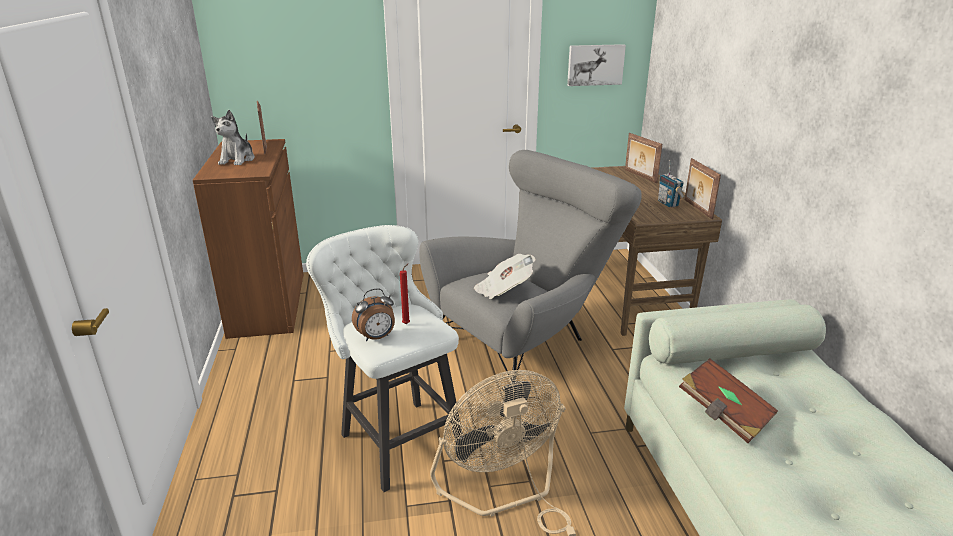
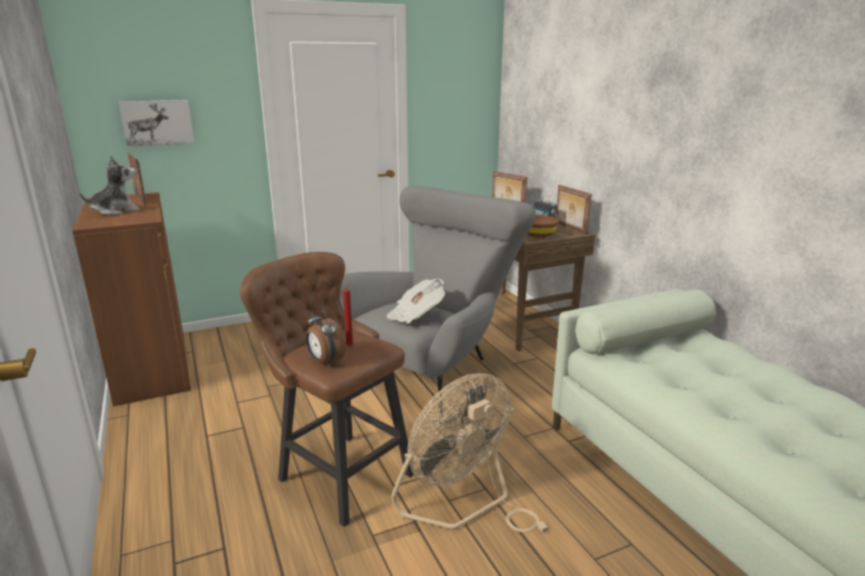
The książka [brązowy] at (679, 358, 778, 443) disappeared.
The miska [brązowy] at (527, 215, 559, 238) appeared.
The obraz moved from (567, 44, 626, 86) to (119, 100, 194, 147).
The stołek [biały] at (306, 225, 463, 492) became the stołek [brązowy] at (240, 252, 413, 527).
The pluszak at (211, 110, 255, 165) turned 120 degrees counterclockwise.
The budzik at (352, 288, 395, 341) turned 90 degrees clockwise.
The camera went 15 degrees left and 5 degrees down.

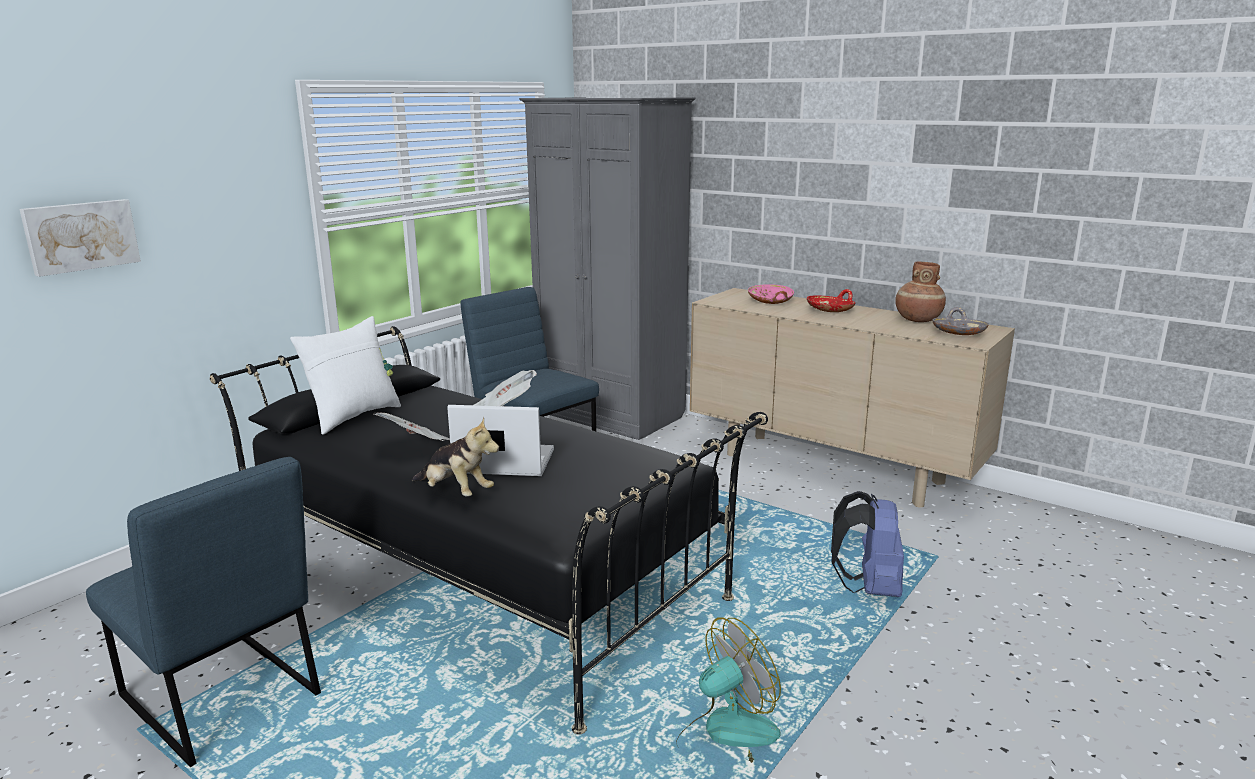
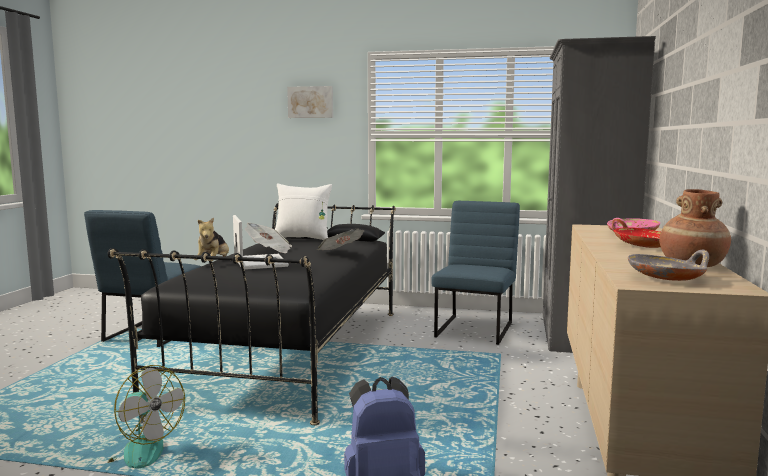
The obraz moved from (19, 199, 141, 277) to (287, 86, 333, 118).
The camera went 65 degrees right and 10 degrees down.

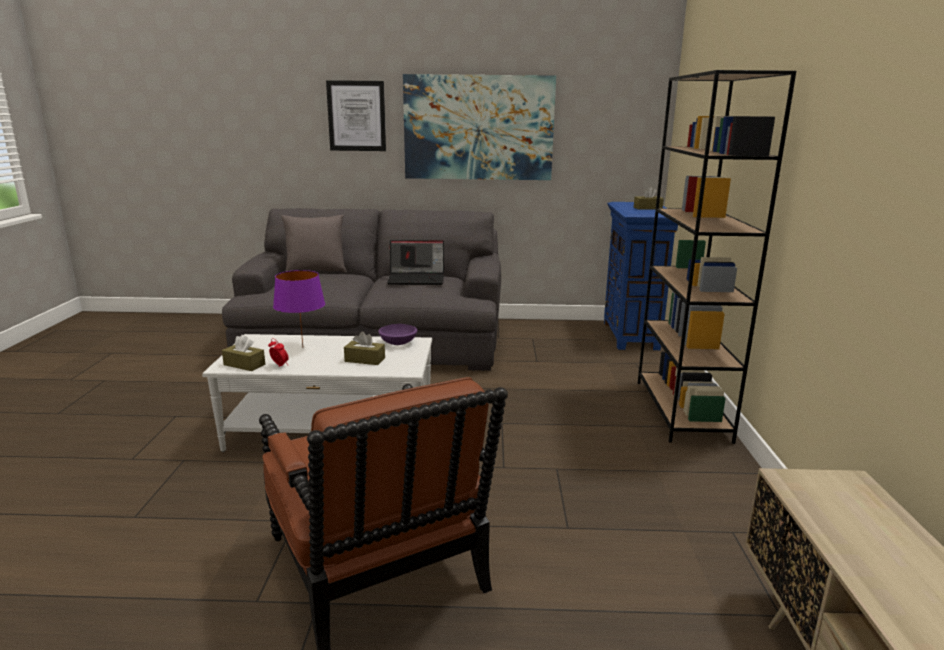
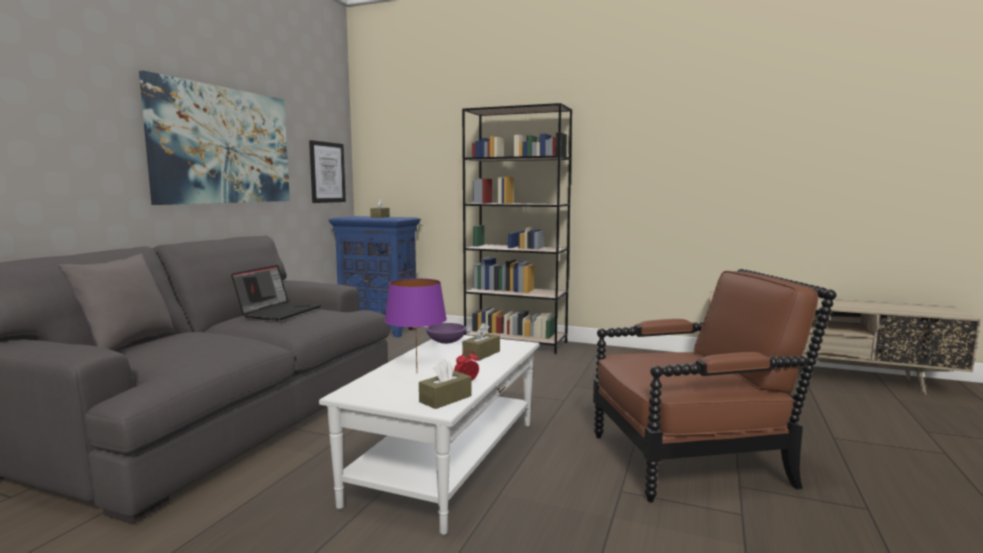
The obraz moved from (326, 80, 386, 151) to (309, 140, 346, 203).
The camera went 70 degrees left and 10 degrees down.

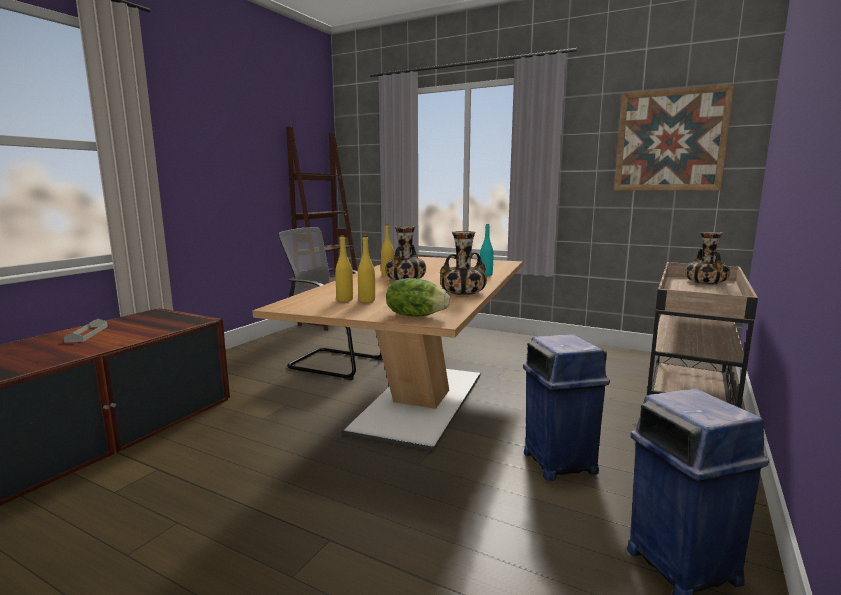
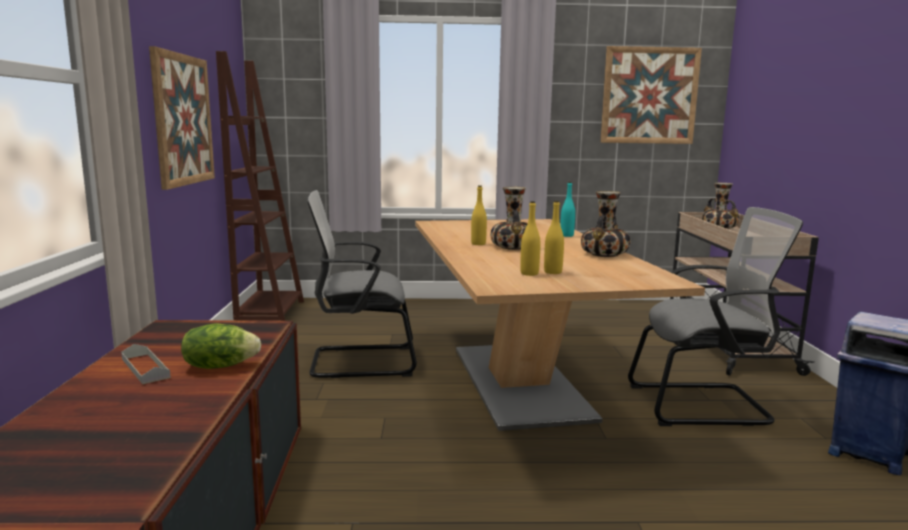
The obraz at (149, 46, 215, 190) appeared.
The sałata moved from (386, 278, 450, 316) to (181, 323, 261, 369).
The kosz na śmieci [niebieski] at (523, 334, 610, 481) was replaced by the krzesło at (628, 207, 803, 426).
The camera went 30 degrees left and 0 degrees up.

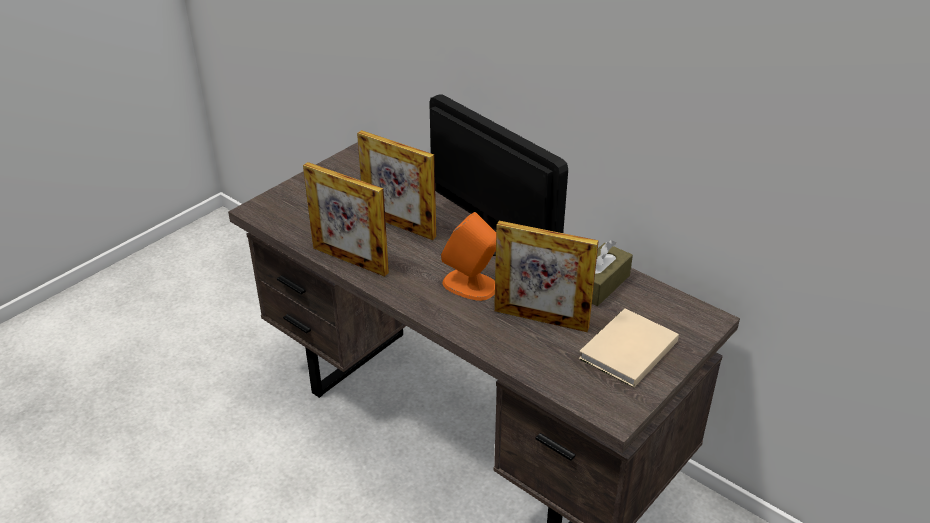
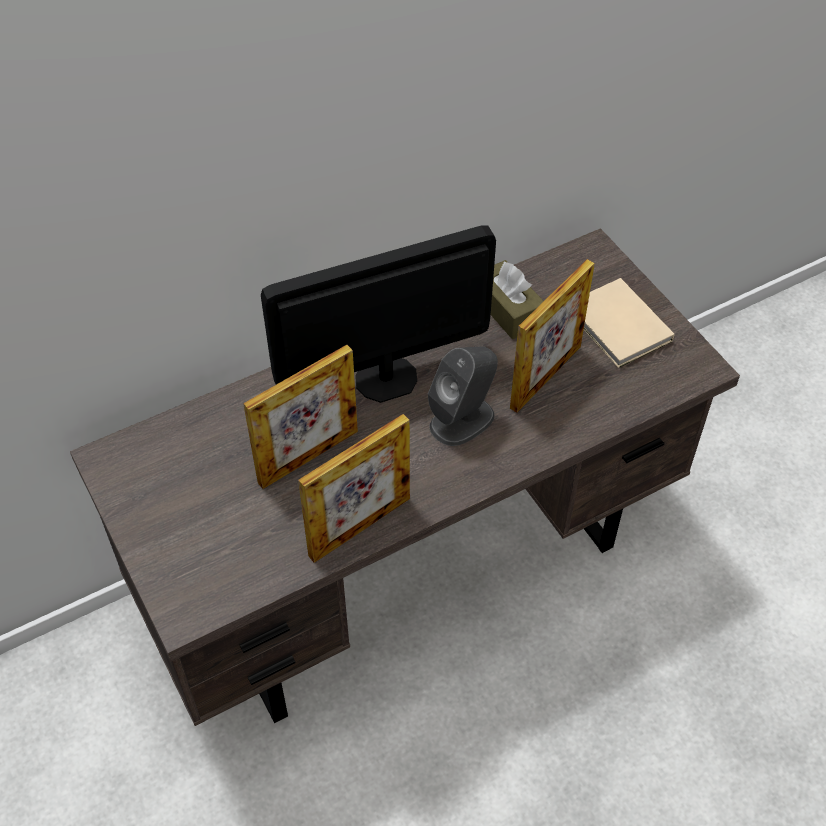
The głośnik [pomarańczowy] at (441, 212, 496, 301) became the głośnik [szary] at (428, 346, 498, 446).
The camera went 70 degrees left and 15 degrees up.

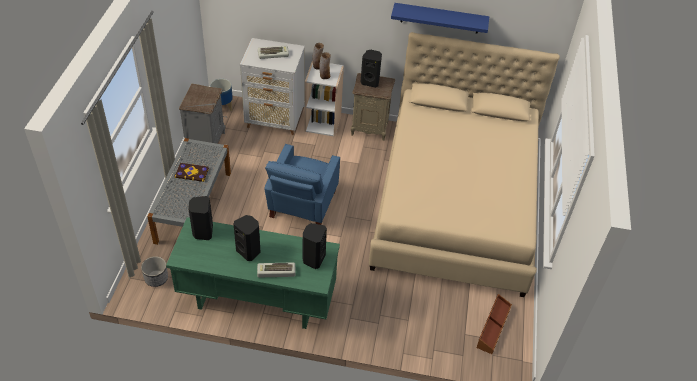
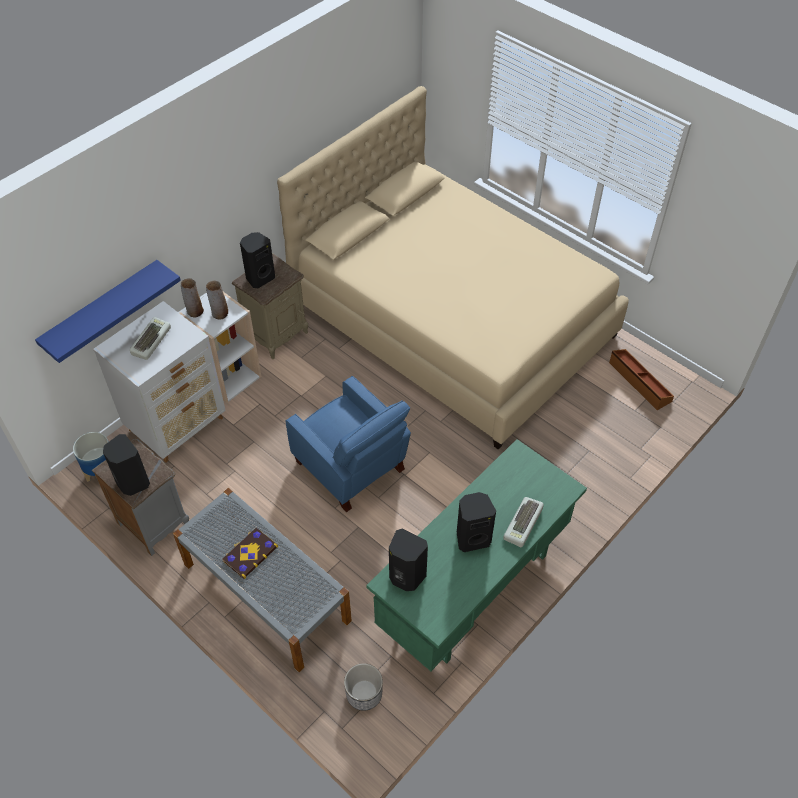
The głośnik [czarny] moved from (303, 223, 327, 269) to (103, 434, 150, 496).
The półka [niebieski] moved from (391, 3, 489, 34) to (35, 260, 181, 363).
The camera went 55 degrees left and 5 degrees up.

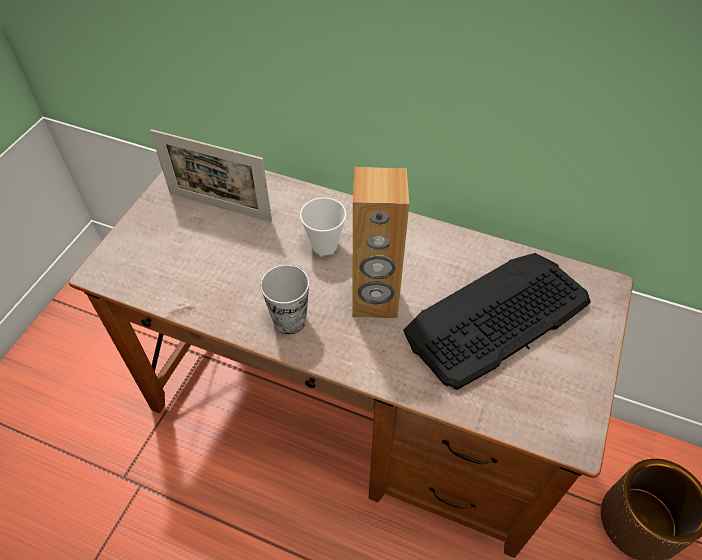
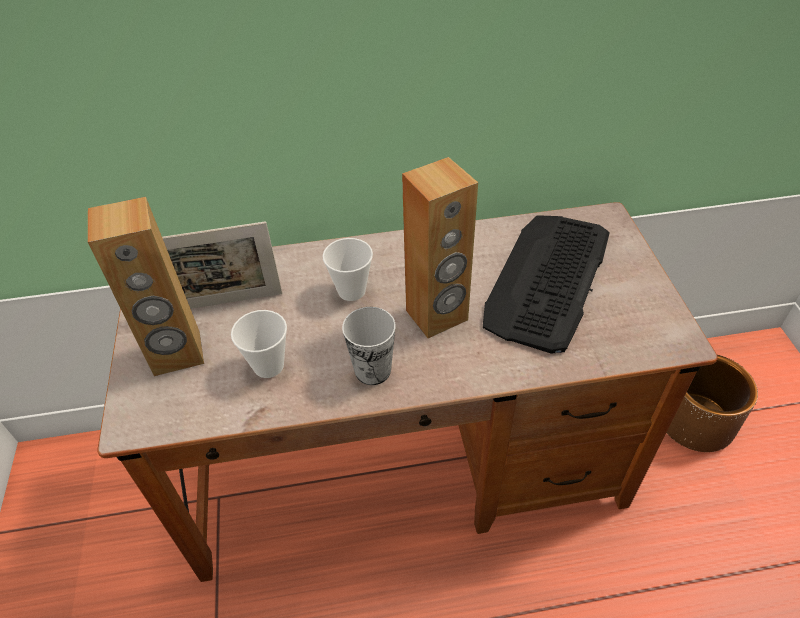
The głośnik [brązowy] at (88, 197, 204, 376) appeared.
The filiżanka at (231, 310, 287, 378) appeared.
The camera went 30 degrees left and 5 degrees down.

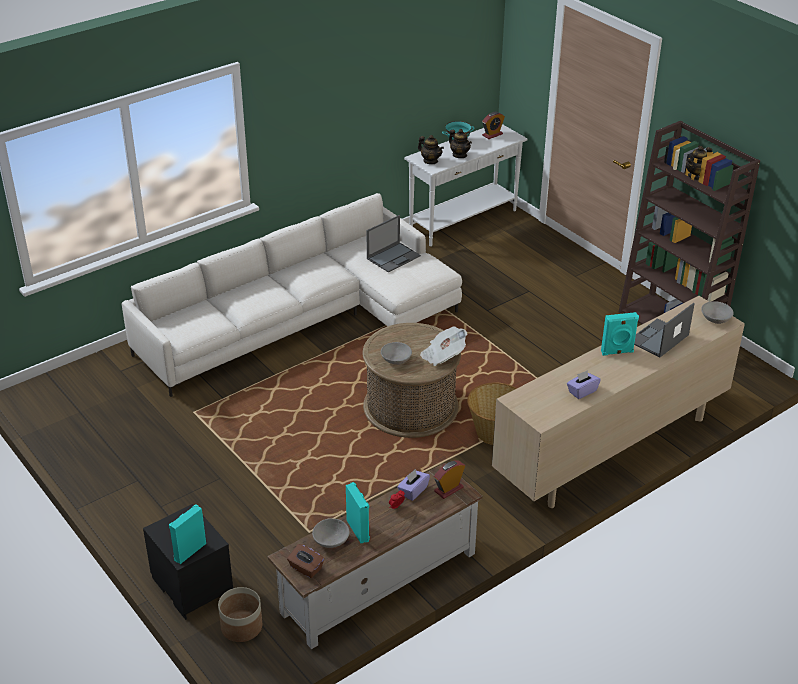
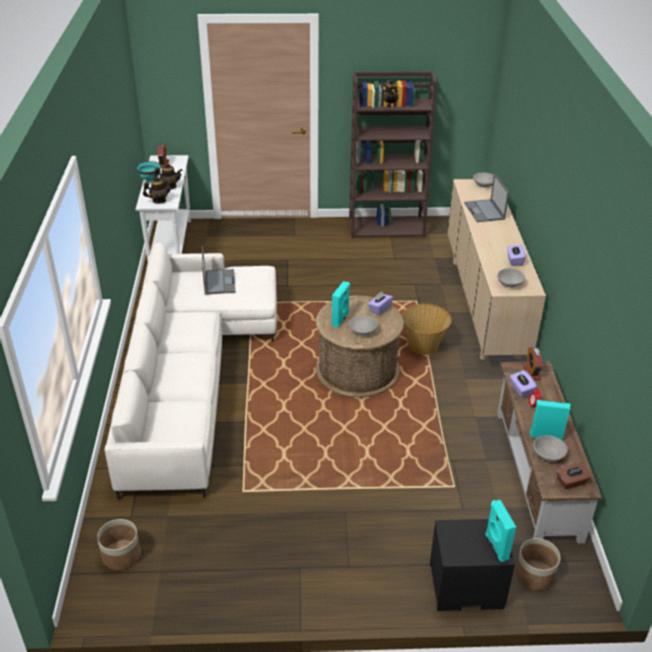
The donica at (97, 519, 141, 570) appeared.
The miska [szary] at (497, 268, 526, 287) appeared.
The głośnik [turkusowy] moved from (601, 312, 639, 356) to (332, 281, 350, 328).
The gazeta at (420, 326, 468, 366) was replaced by the pudełko chusteczek [fioletowy] at (368, 292, 393, 315).
The camera went 55 degrees left and 0 degrees up.

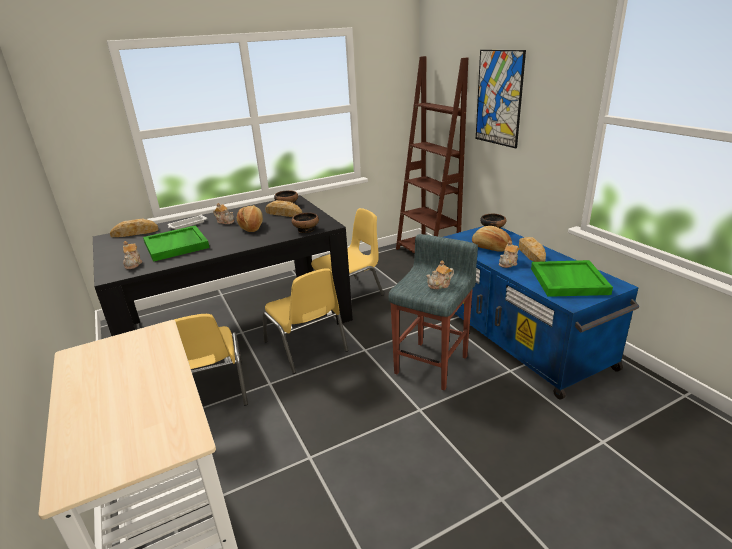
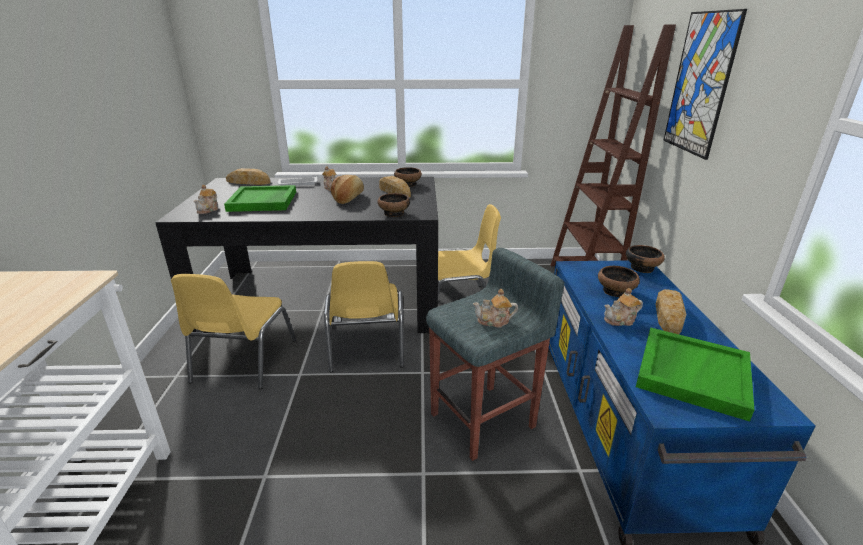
The chleb at (472, 226, 512, 252) was replaced by the miska at (598, 266, 640, 297).
The camera went 25 degrees right and 0 degrees up.

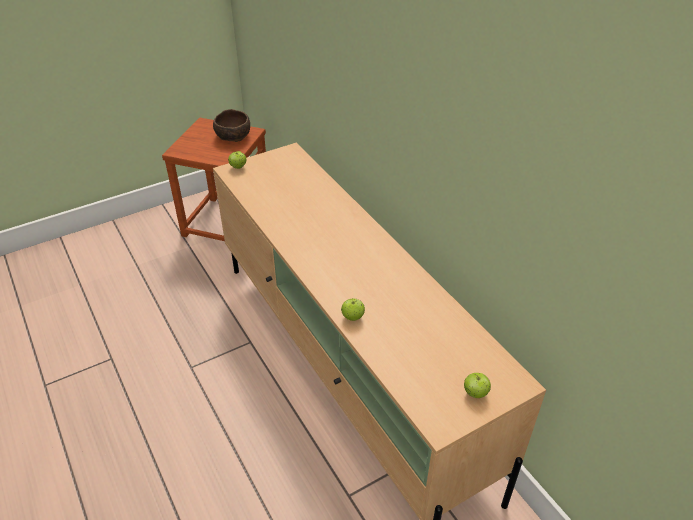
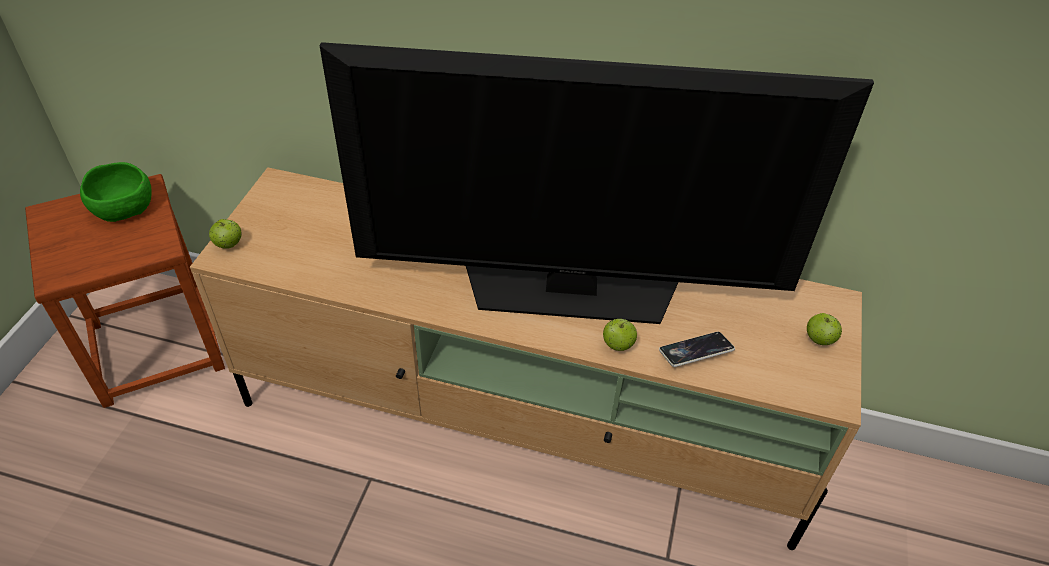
The telewizor at (320, 42, 874, 324) appeared.
The telefon at (659, 332, 735, 367) appeared.
The miska [brązowy] at (213, 109, 250, 142) became the miska [zielony] at (80, 162, 152, 222).
The camera went 45 degrees left and 5 degrees up.

